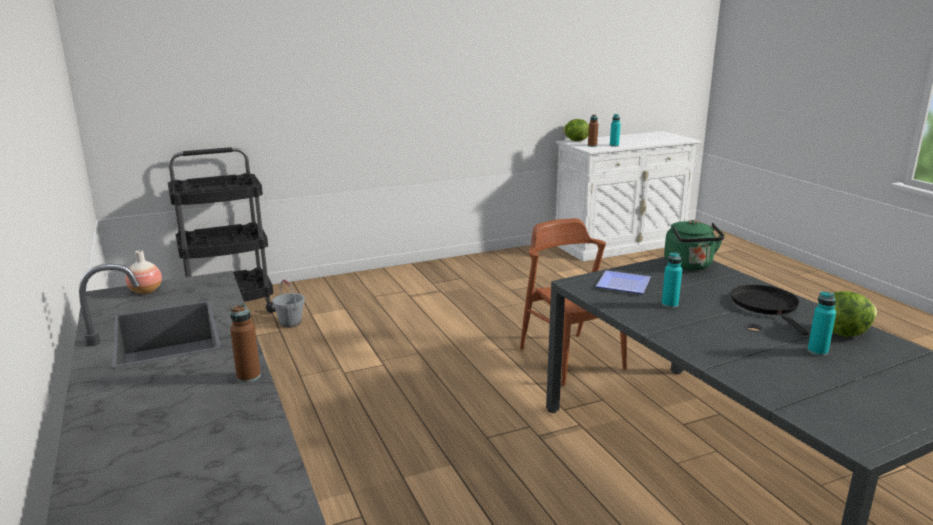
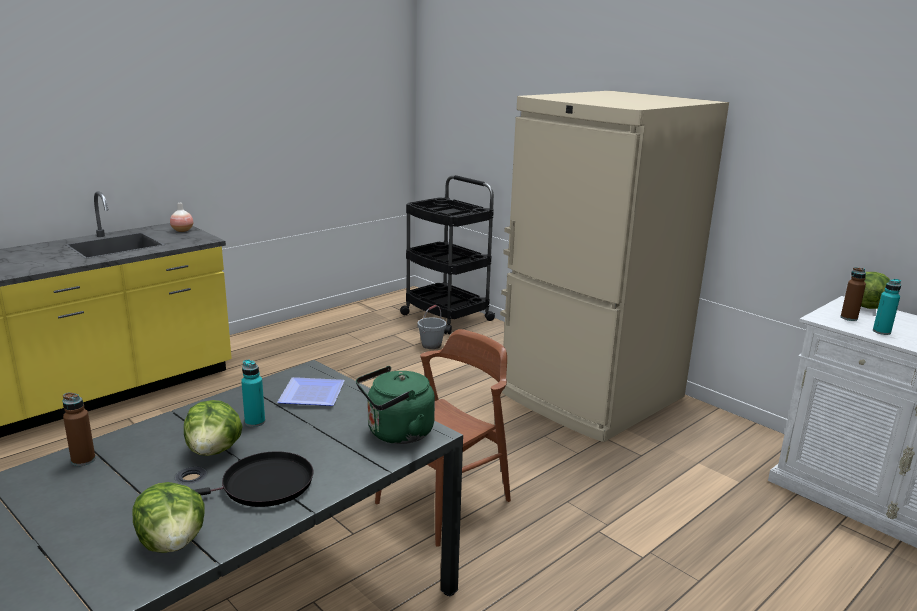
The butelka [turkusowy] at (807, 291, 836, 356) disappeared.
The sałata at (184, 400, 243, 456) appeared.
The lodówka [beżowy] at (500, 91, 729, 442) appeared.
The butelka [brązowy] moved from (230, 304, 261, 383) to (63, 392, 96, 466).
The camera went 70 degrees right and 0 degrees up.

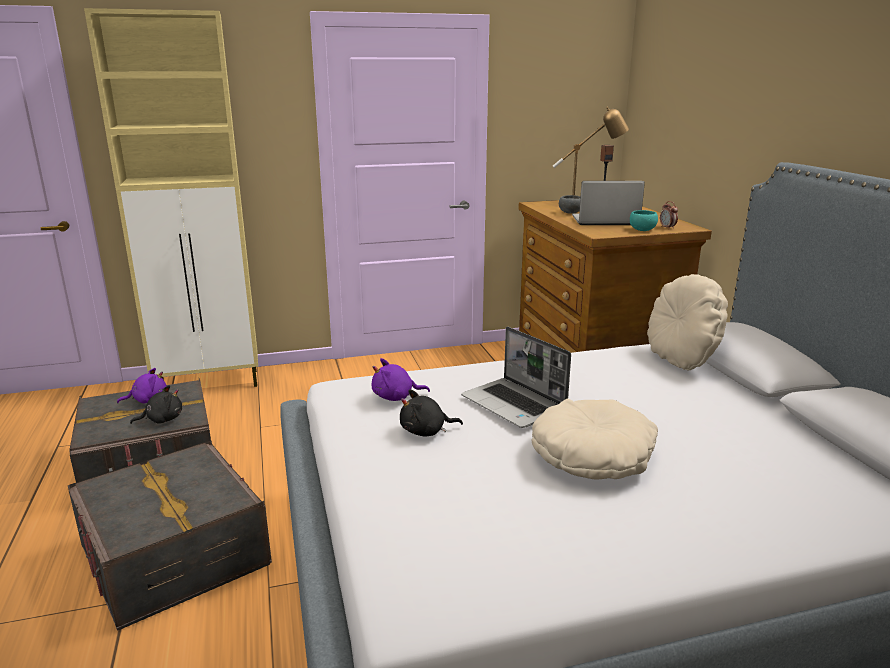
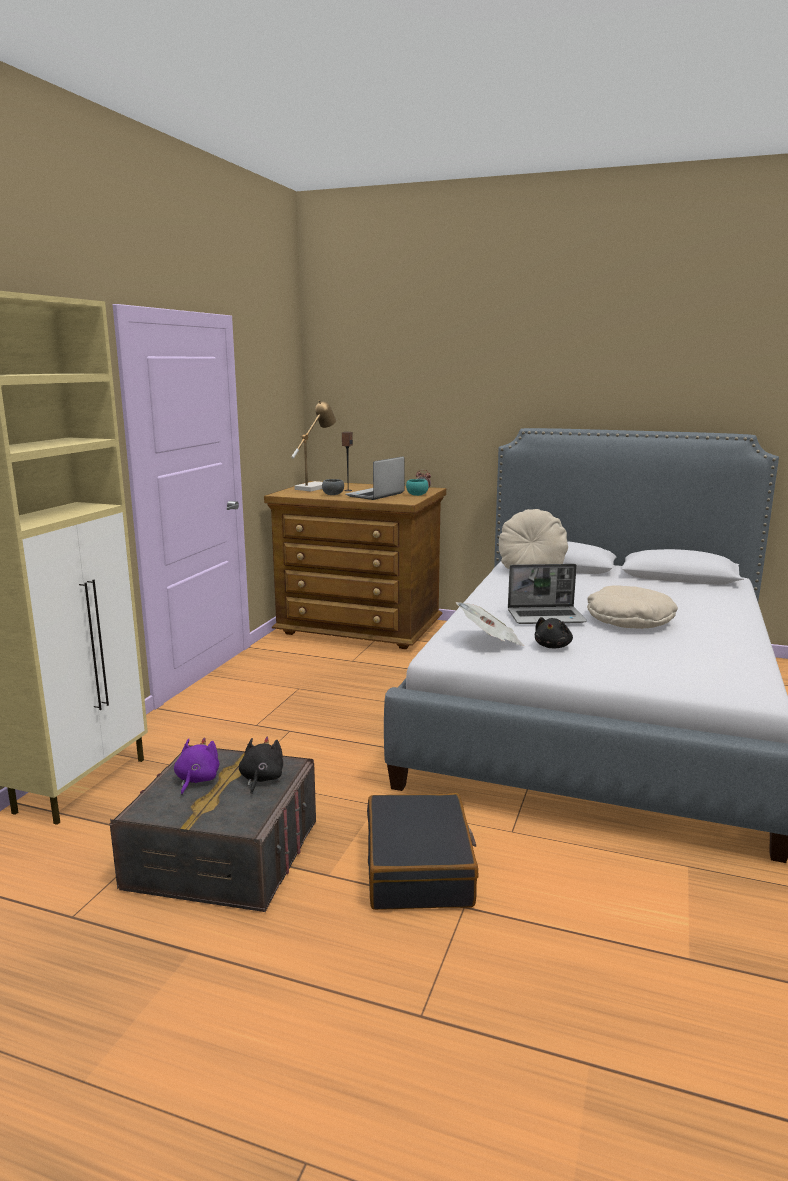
The pojemnik do przechowywania [szary] at (68, 440, 272, 631) was replaced by the walizka [czarny] at (367, 793, 479, 910).
The pluszak [fioletowy] at (372, 358, 430, 401) was replaced by the gazeta at (456, 602, 525, 646).
The camera went 55 degrees left and 5 degrees down.

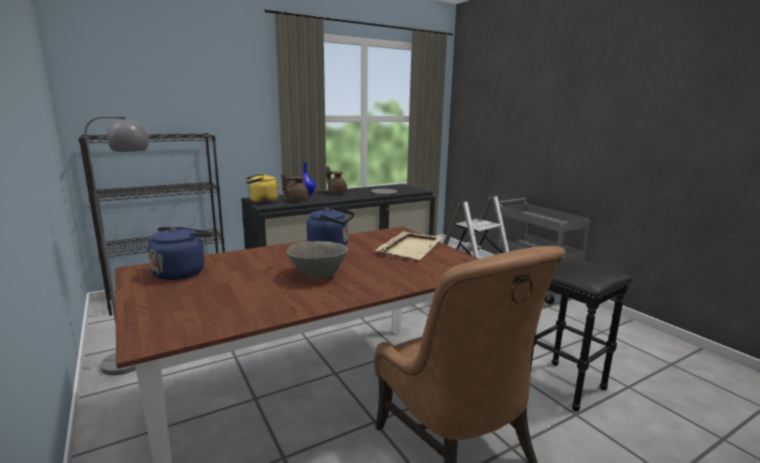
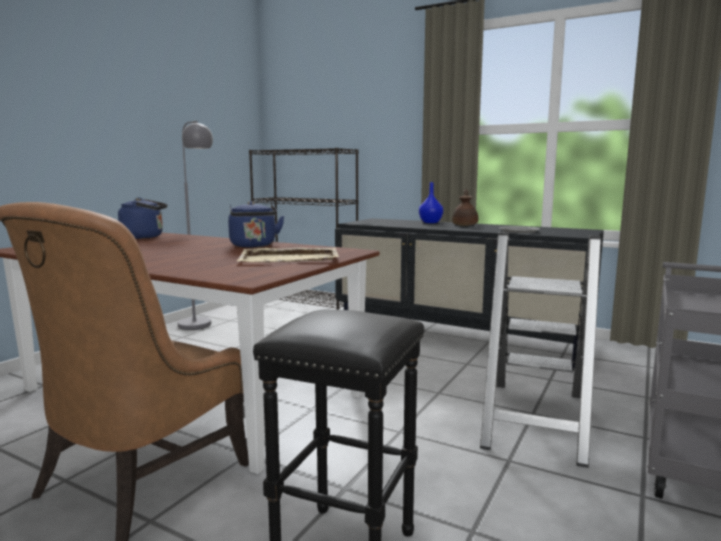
The czajnik [żółty] at (246, 174, 279, 203) disappeared.
The imbryk [brązowy] at (282, 173, 309, 201) disappeared.
The miska [szary] at (286, 241, 348, 279) disappeared.
The camera went 60 degrees right and 5 degrees down.

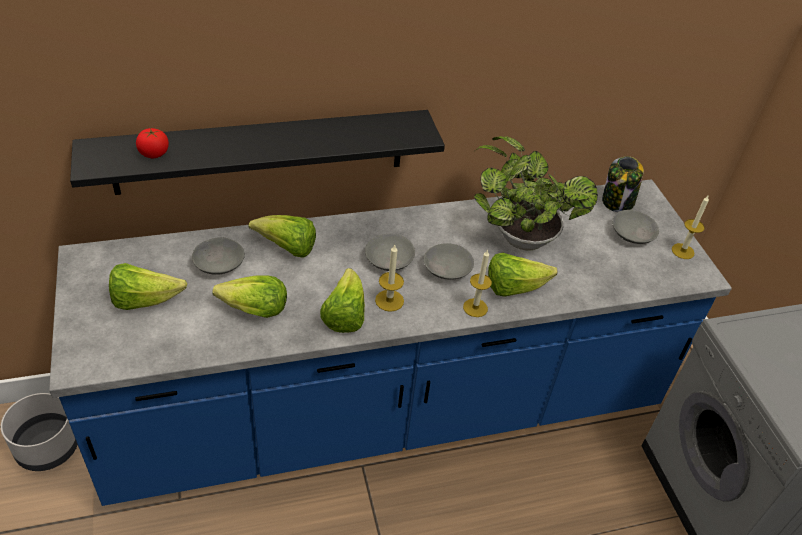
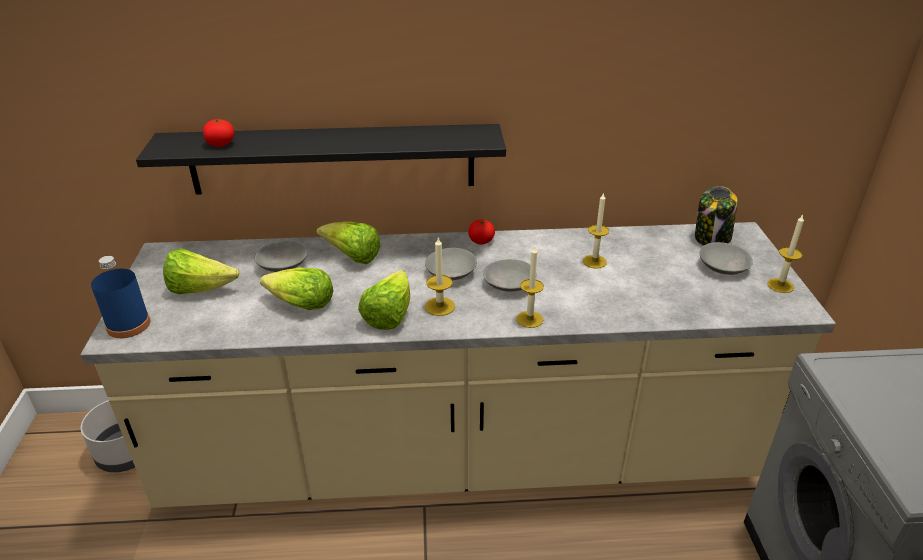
The sałata at (488, 253, 557, 297) disappeared.
The butelka [niebieski] at (91, 256, 151, 338) appeared.
The pomidor at (468, 219, 495, 245) appeared.
The roślina doniczkowa at (474, 136, 598, 250) was replaced by the świeca at (583, 192, 609, 269).
The zabudowa kuchenna [niebieski] at (49, 179, 732, 506) became the zabudowa kuchenna [beżowy] at (80, 222, 836, 508).
The camera went 15 degrees right and 10 degrees down.

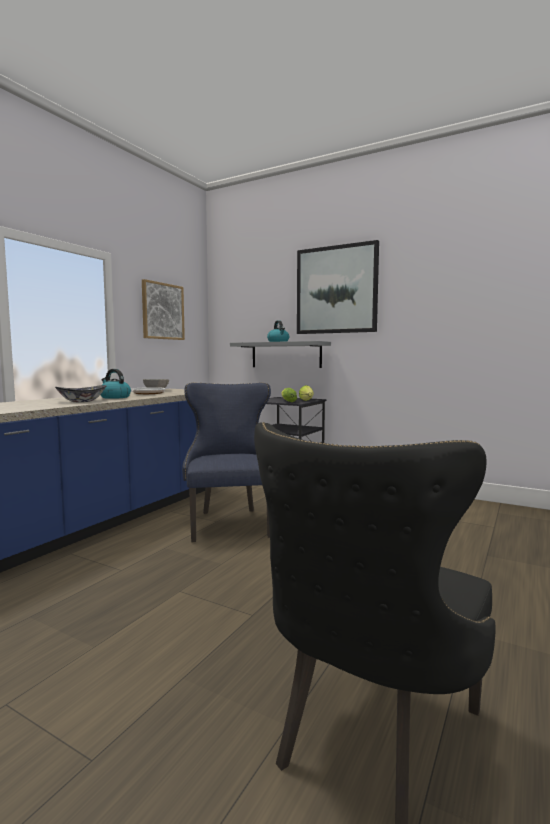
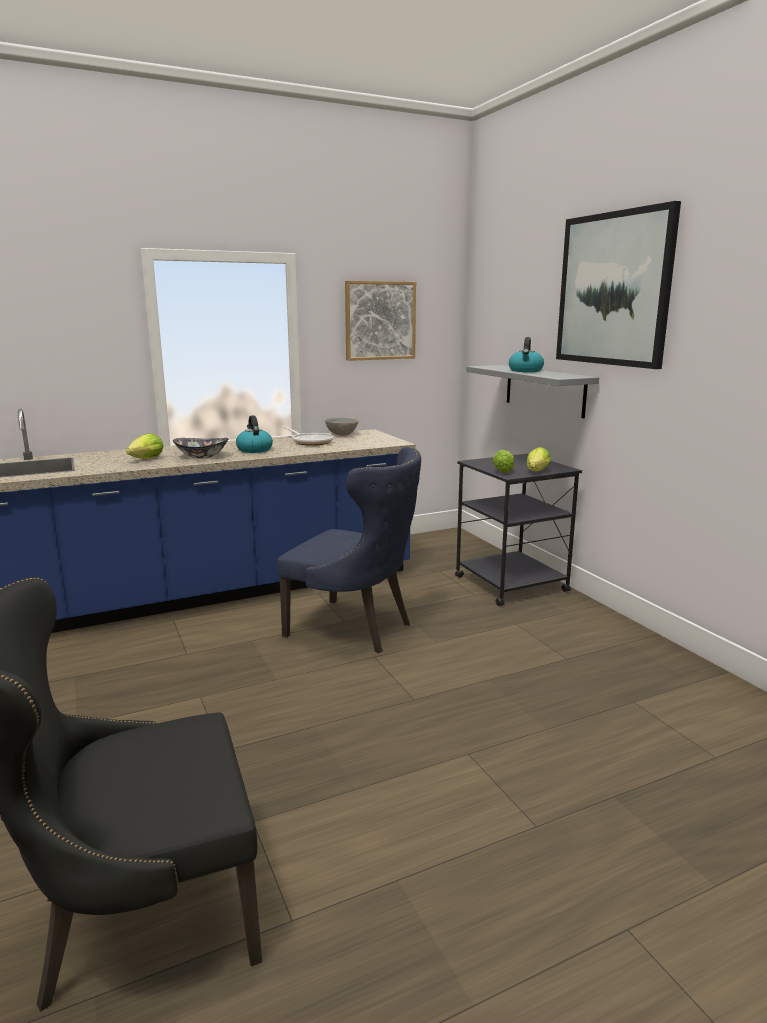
The sałata at (126, 433, 163, 459) appeared.
The krzesło [niebieski] at (182, 382, 271, 542) turned 90 degrees clockwise.
The camera went 35 degrees right and 10 degrees up.

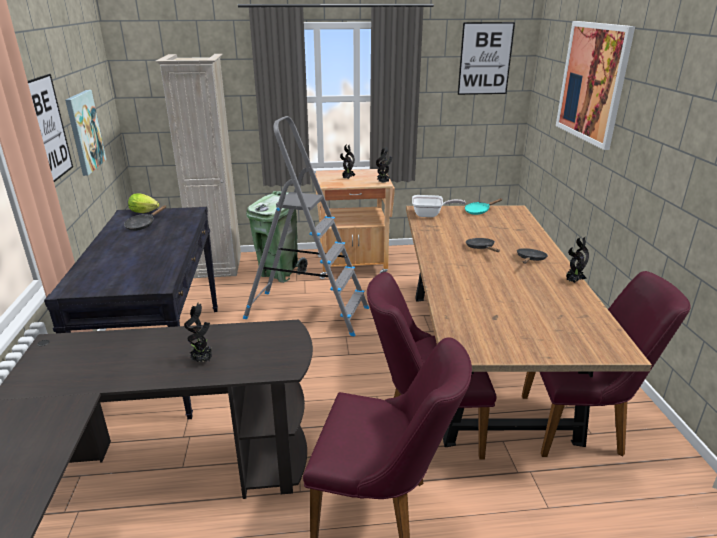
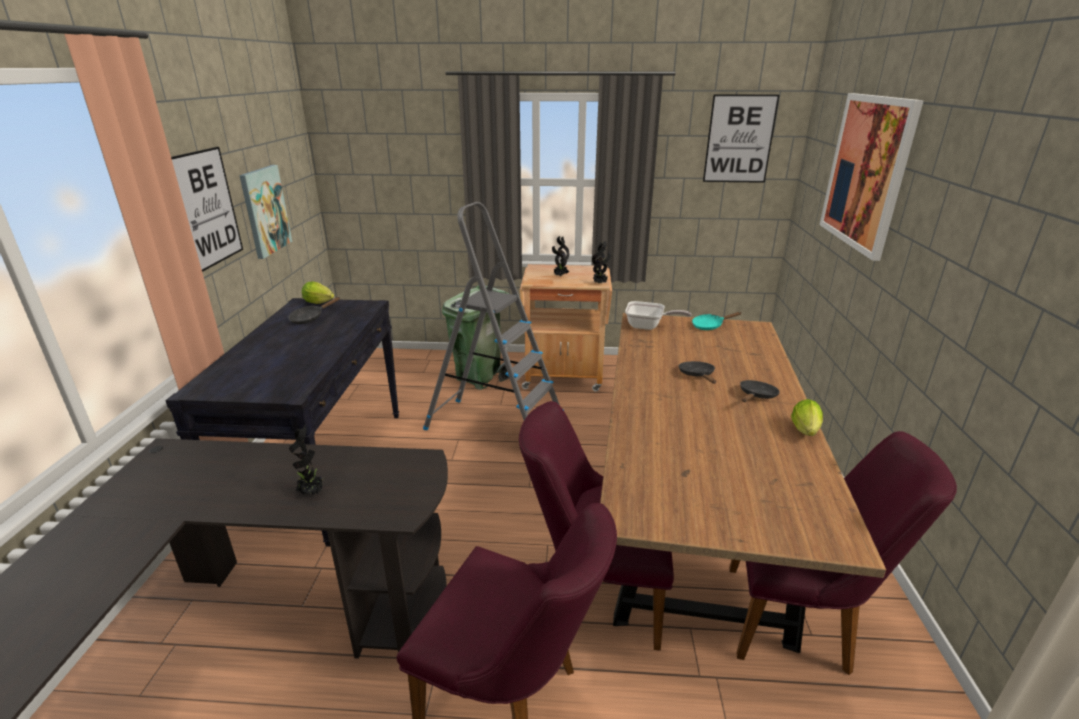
The szafka [beżowy] at (156, 54, 241, 278) disappeared.
The roślina doniczkowa at (566, 237, 589, 283) was replaced by the sałata at (791, 399, 823, 436).
The camera went 10 degrees right and 0 degrees up.

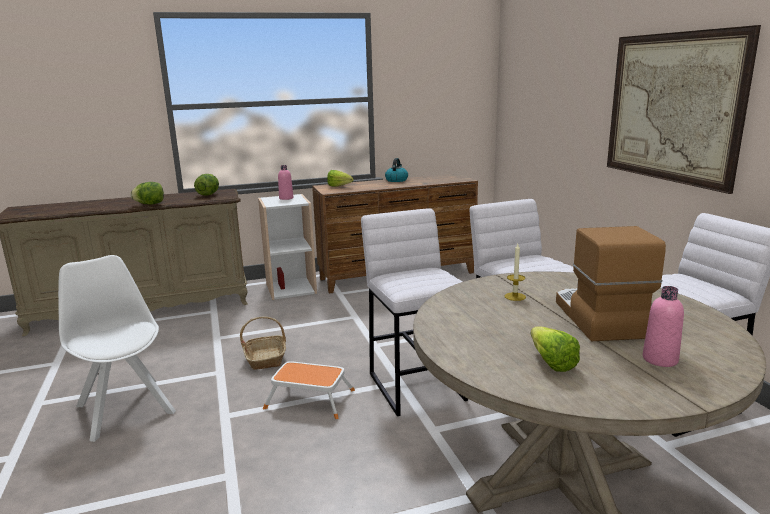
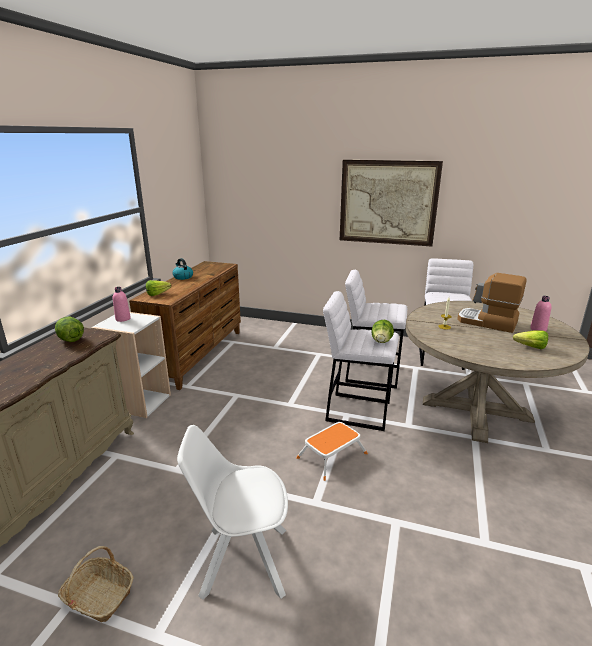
The sałata moved from (130, 182, 164, 205) to (371, 320, 394, 343).
The koszyk moved from (240, 317, 286, 370) to (58, 546, 134, 622).
The camera went 55 degrees left and 5 degrees up.

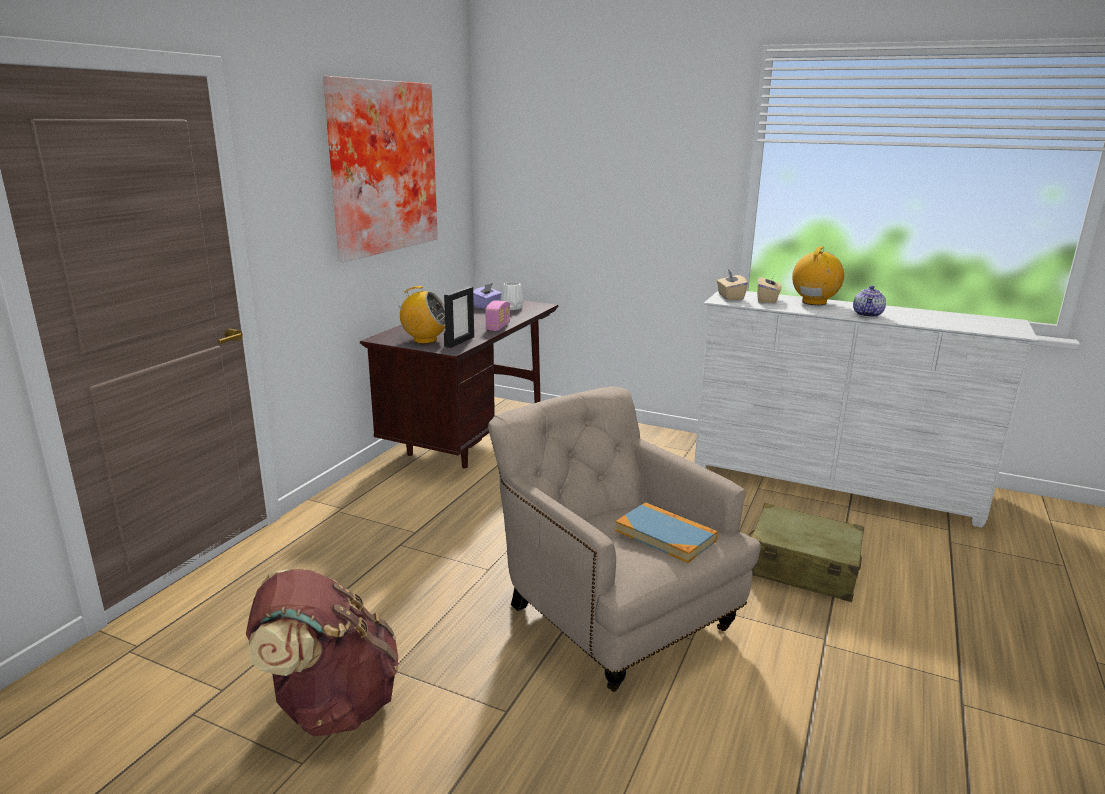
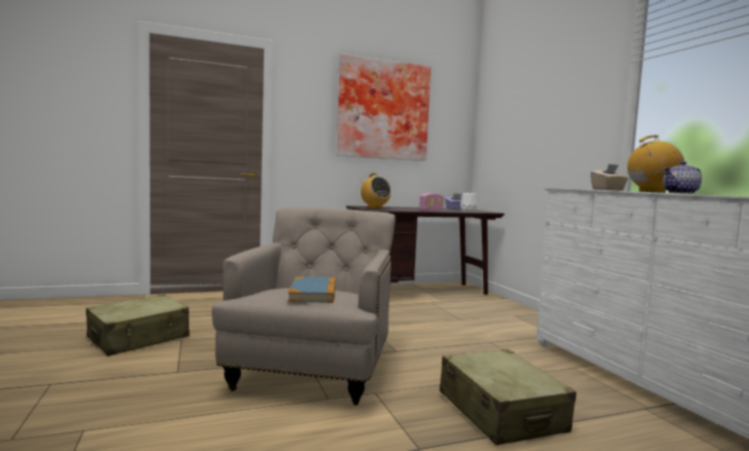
The ramka na zdjęcie at (444, 286, 474, 348) disappeared.
The pudełko chusteczek [beżowy] at (717, 270, 748, 300) disappeared.
The plecak [brązowy] at (246, 569, 398, 736) was replaced by the walizka [beżowy] at (86, 294, 190, 356).
The camera went 45 degrees right and 15 degrees down.

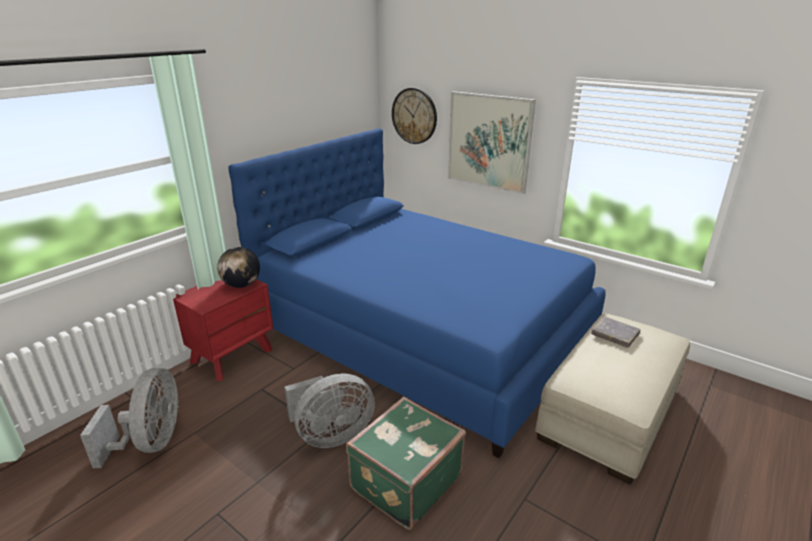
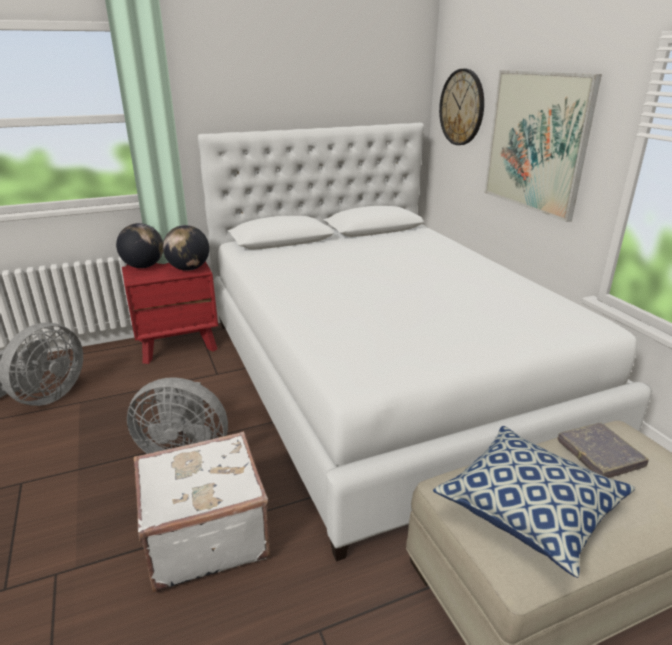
The globus at (116, 223, 163, 268) appeared.
The poduszka at (433, 426, 635, 578) appeared.
The łóżko [niebieski] at (228, 128, 606, 458) became the łóżko [biały] at (198, 123, 653, 562).
The walizka [zielony] at (346, 397, 466, 530) became the walizka [biały] at (133, 431, 270, 592).
The camera went 30 degrees right and 0 degrees up.

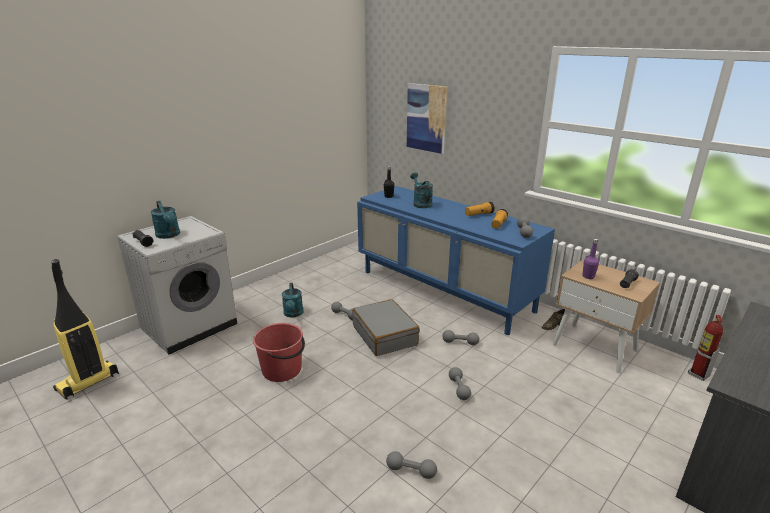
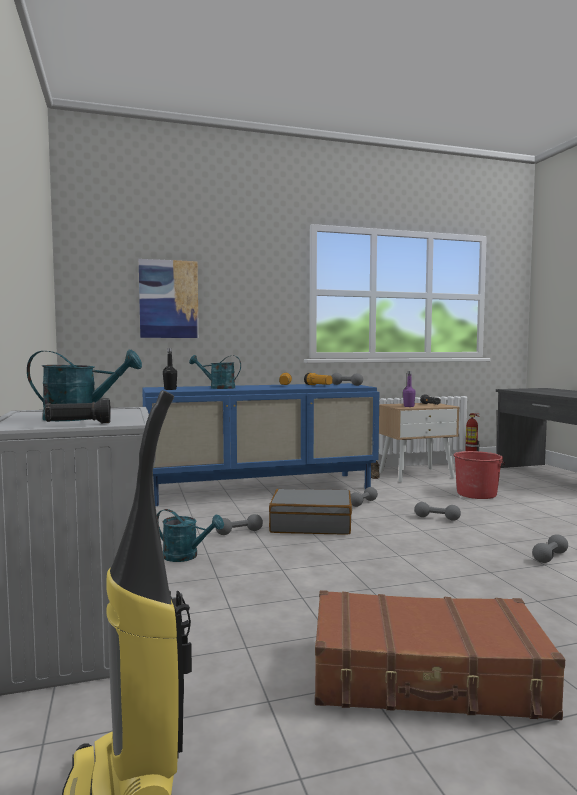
The walizka [brązowy] at (315, 590, 565, 720) appeared.
The wiadro [czerwony] moved from (253, 323, 305, 382) to (453, 451, 505, 499).
The camera went 60 degrees left and 20 degrees down.

